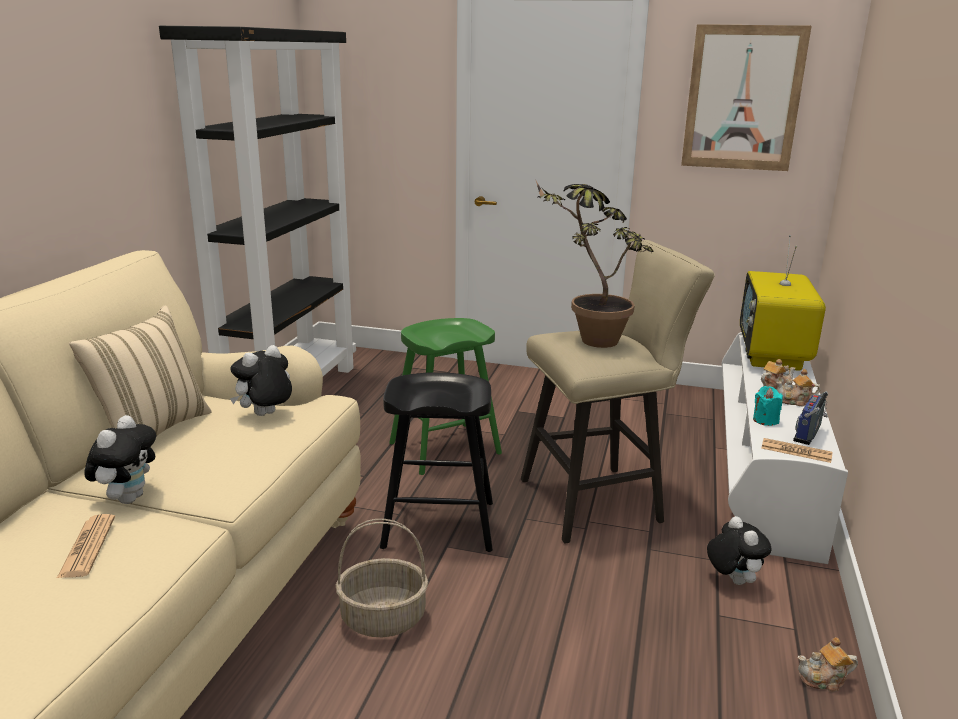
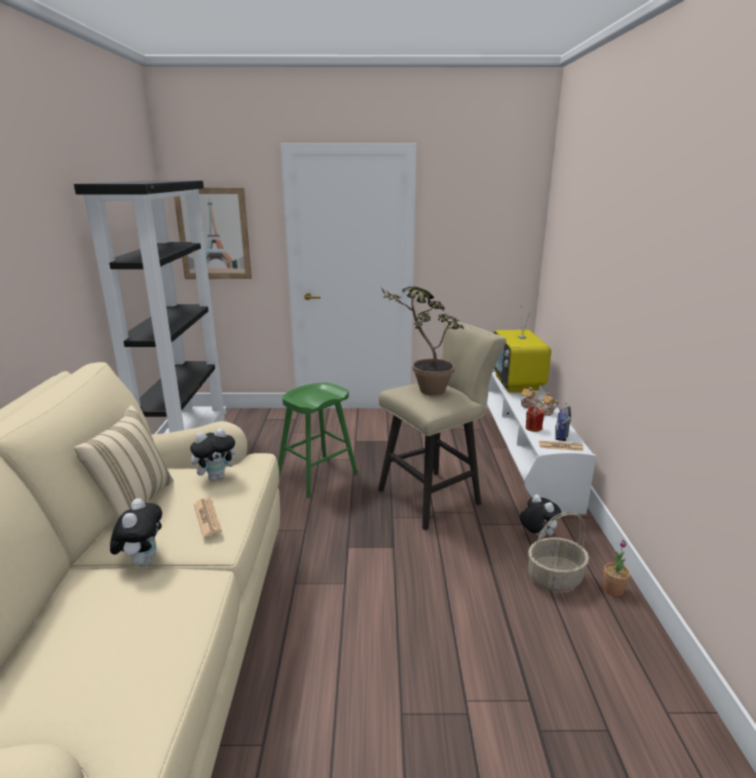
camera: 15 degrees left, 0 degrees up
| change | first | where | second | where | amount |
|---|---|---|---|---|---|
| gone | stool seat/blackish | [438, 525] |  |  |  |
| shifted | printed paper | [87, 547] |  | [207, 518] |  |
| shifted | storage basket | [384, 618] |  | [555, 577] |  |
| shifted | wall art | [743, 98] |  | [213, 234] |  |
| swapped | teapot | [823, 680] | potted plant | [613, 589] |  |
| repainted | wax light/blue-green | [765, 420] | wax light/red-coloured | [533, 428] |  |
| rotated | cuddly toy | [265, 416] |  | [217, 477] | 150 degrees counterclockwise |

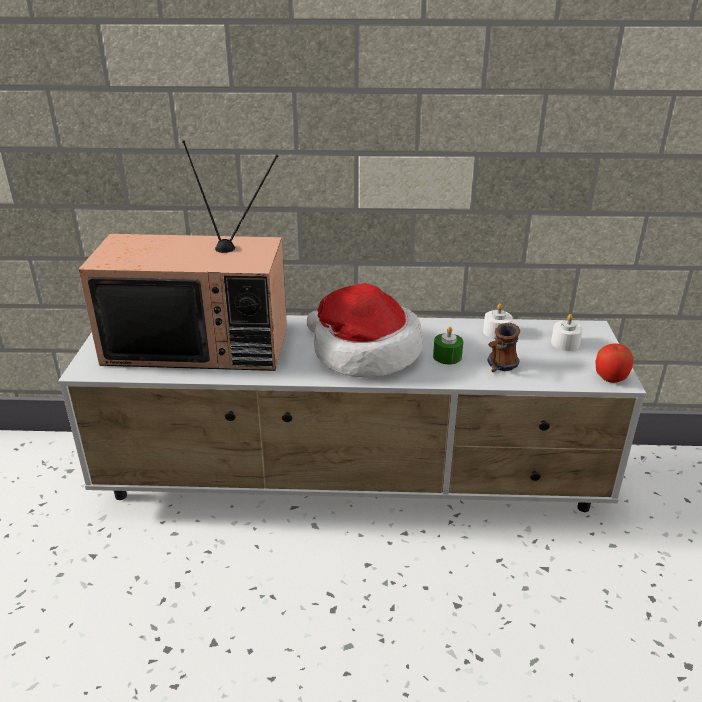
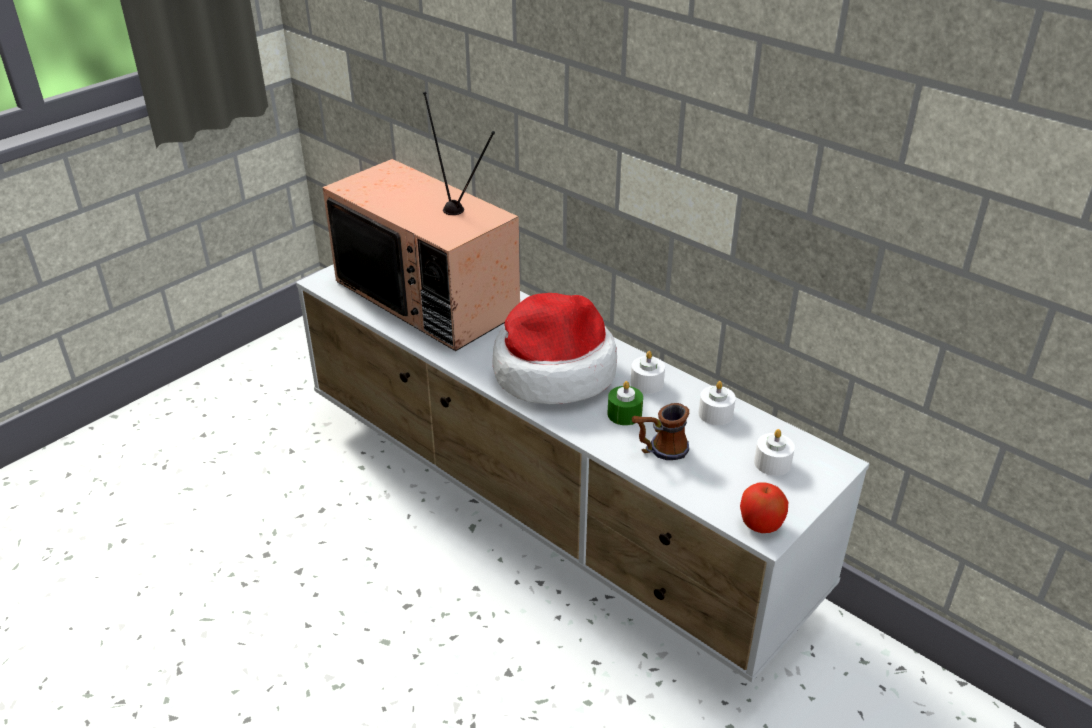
camera: 40 degrees right, 5 degrees up
| change | first | where | second | where | amount |
|---|---|---|---|---|---|
| new |  |  | wax light/whitish | [647, 383] |  |

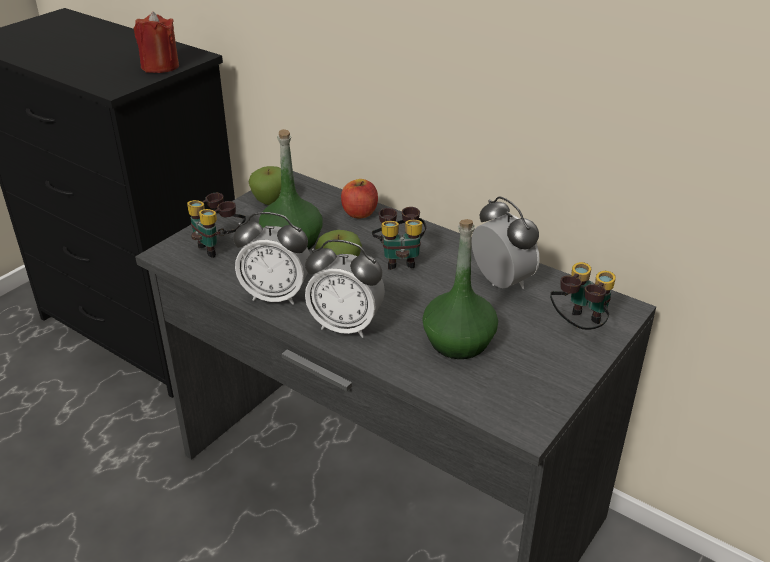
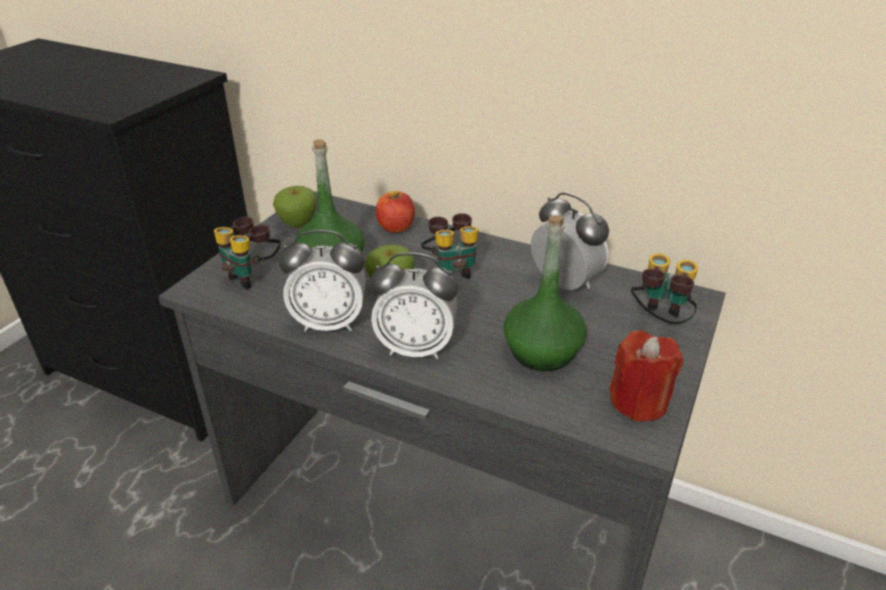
camera: 10 degrees left, 0 degrees up
| change | first | where | second | where | amount |
|---|---|---|---|---|---|
| shifted | wax light/red-coloured | [160, 66] |  | [639, 401] |  |

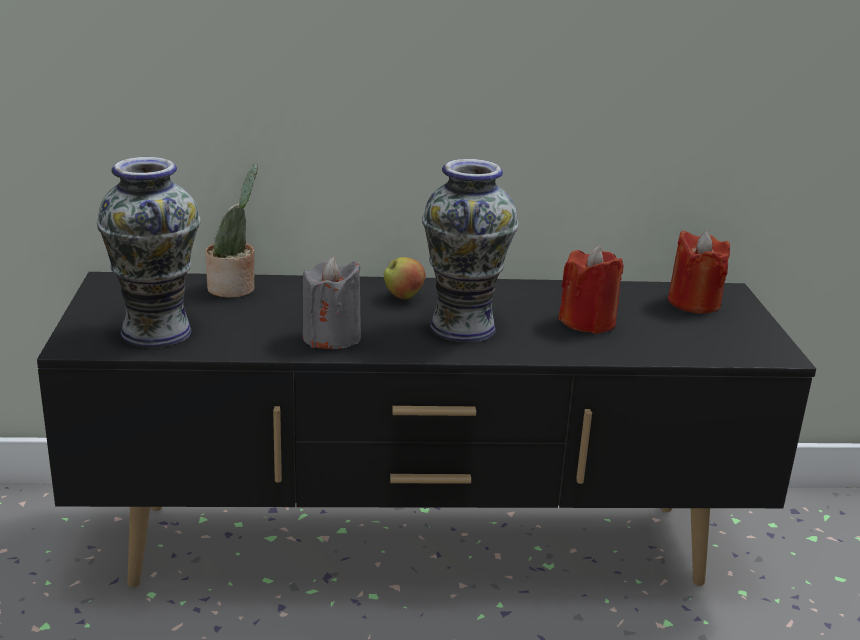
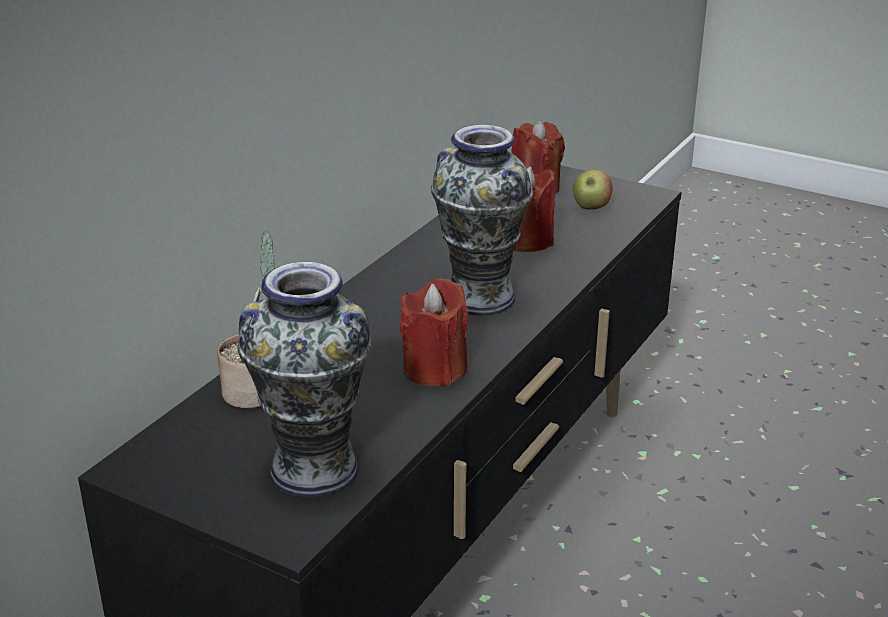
camera: 55 degrees left, 5 degrees up
| change | first | where | second | where | amount |
|---|---|---|---|---|---|
| shifted | whole apple | [404, 297] |  | [591, 207] |  |
| repainted | wax light/gray | [331, 337] | wax light/red-coloured | [435, 369] |  |

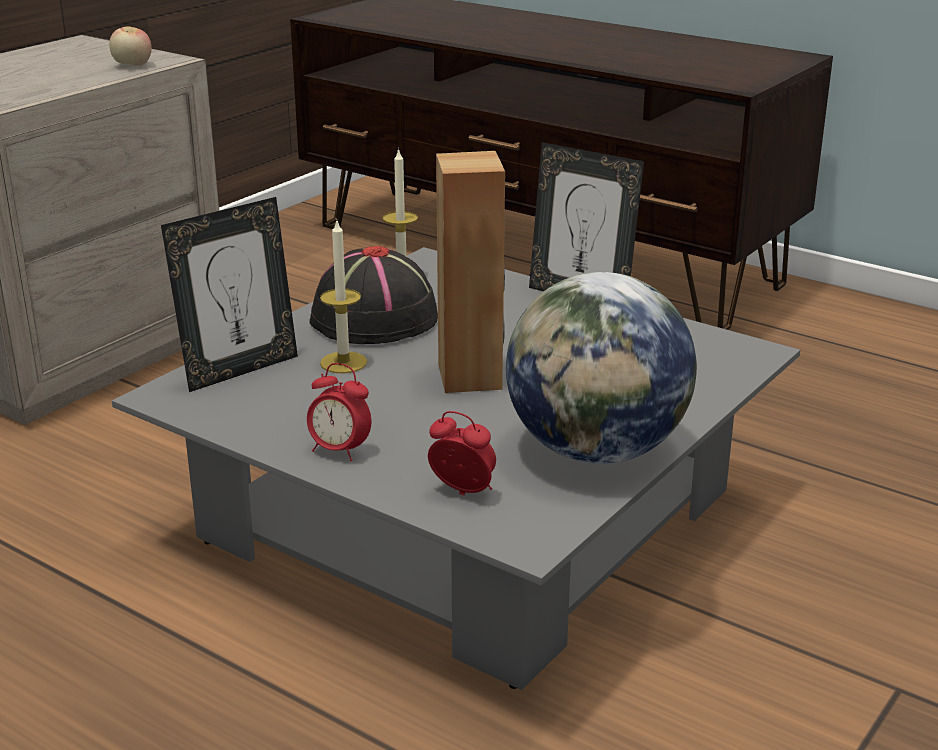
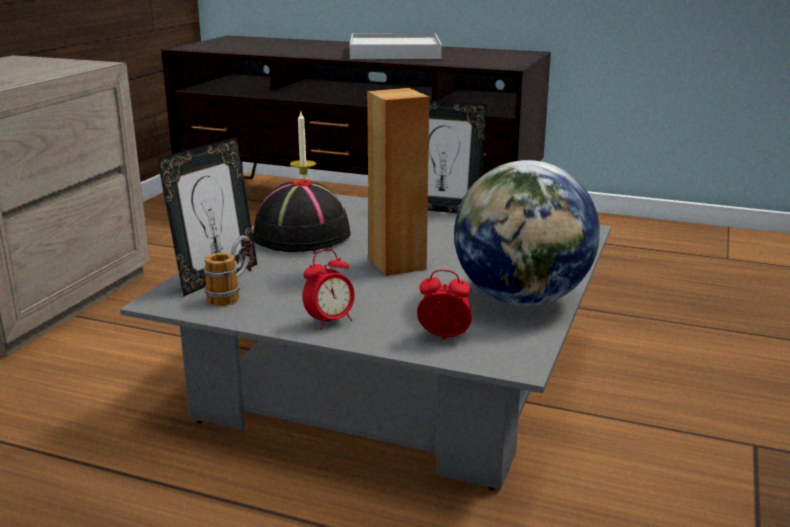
camera: 15 degrees left, 5 degrees down
| change | first | where | second | where | amount |
|---|---|---|---|---|---|
| gone | whole apple | [132, 65] |  |  |  |
| gone | wax light | [343, 362] |  |  |  |
| new |  |  | mug | [233, 294] |  |
| new |  |  | serving tray/whitish | [394, 52] |  |
| rotated | bedside clock | [339, 451] |  | [330, 321] | 45 degrees counterclockwise |

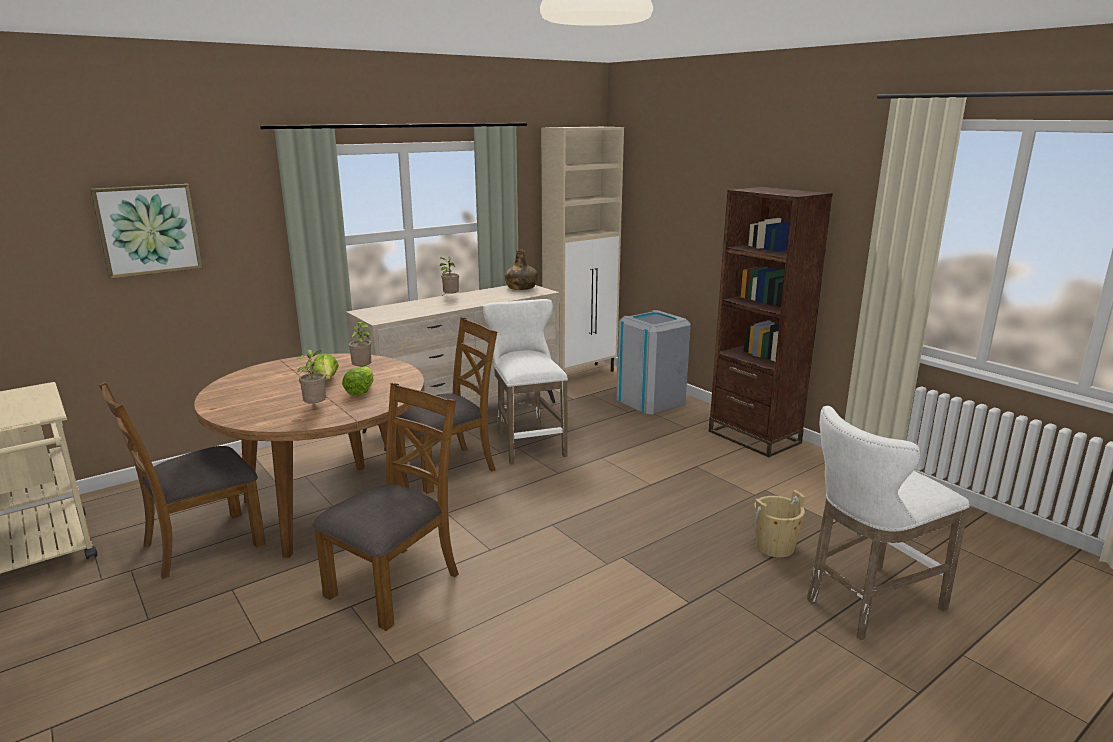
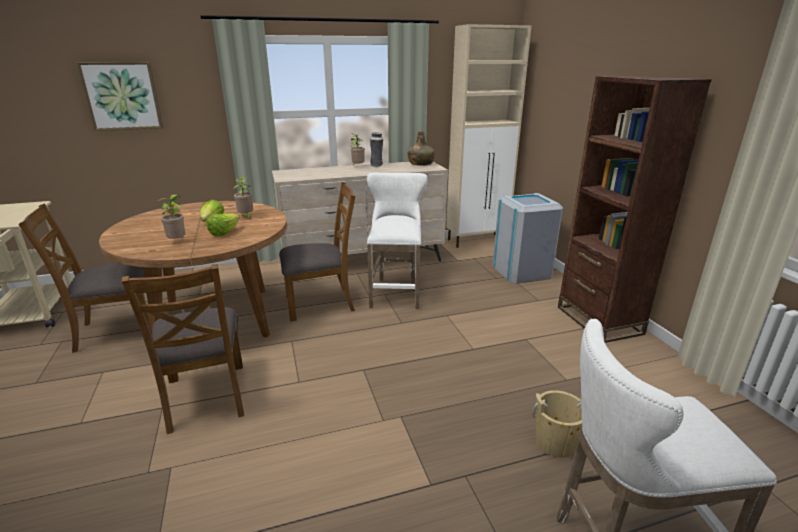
camera: 20 degrees right, 5 degrees up
| change | first | where | second | where | amount |
|---|---|---|---|---|---|
| new |  |  | vase | [377, 165] |  |
| rotated | chair/brownish | [395, 584] |  | [206, 396] | 105 degrees clockwise |

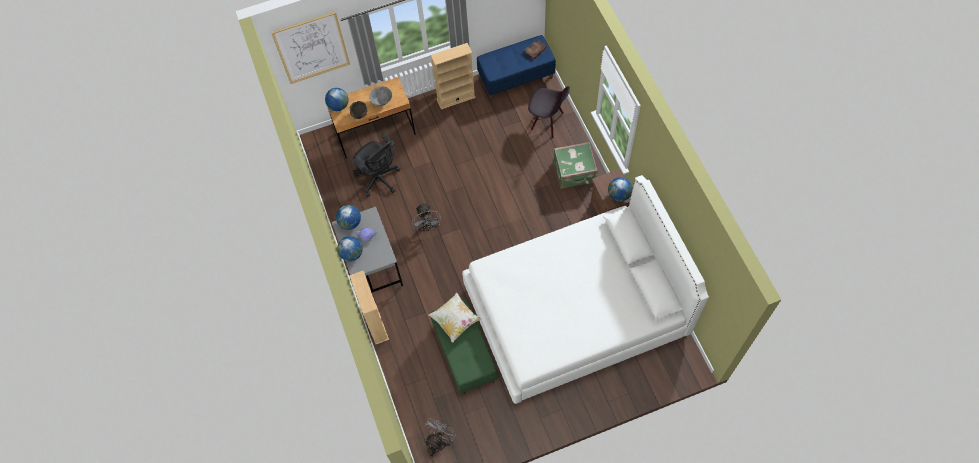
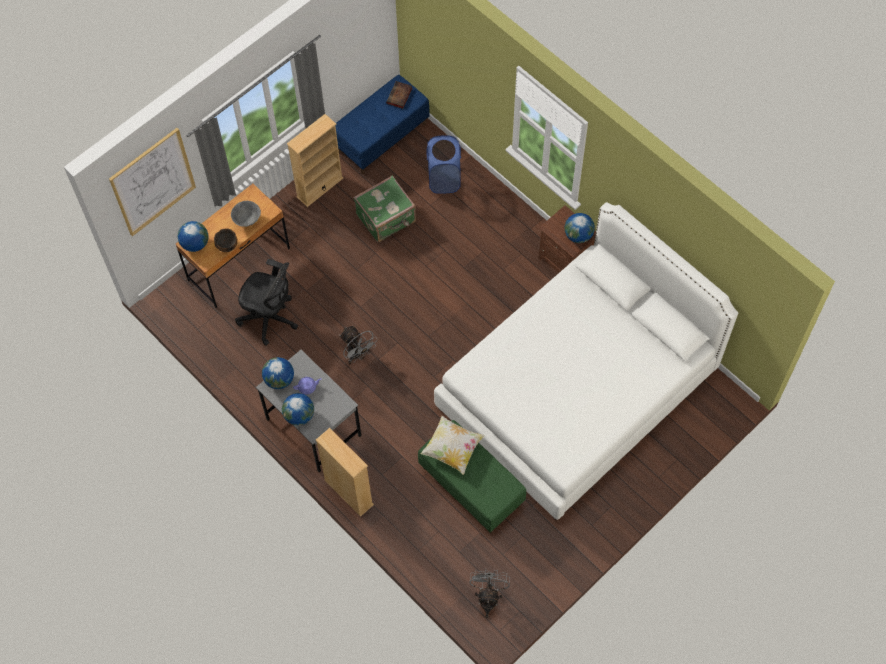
camera: 25 degrees left, 0 degrees up
| change | first | where | second | where | amount |
|---|---|---|---|---|---|
| shifted | piece of luggage/green | [574, 173] |  | [386, 219] |  |
| swapped | chair/blackish | [547, 122] | washing basket/blue | [444, 179] |  |

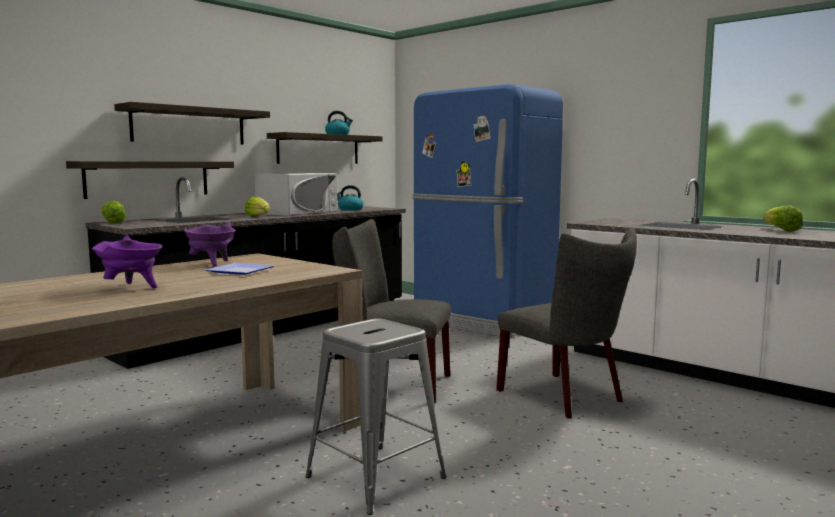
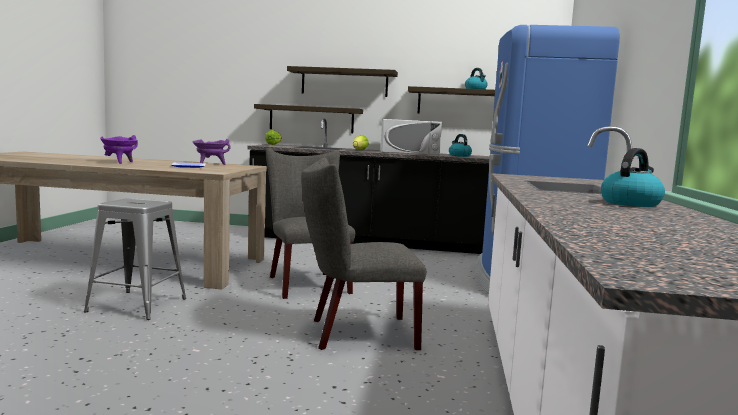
camera: 55 degrees right, 0 degrees up
| change | first | where | second | where | amount |
|---|---|---|---|---|---|
| swapped | lettuce head | [781, 230] | water kettle | [630, 203] |  |
| rotated | chair/gray | [566, 397] |  | [356, 333] | 60 degrees clockwise |

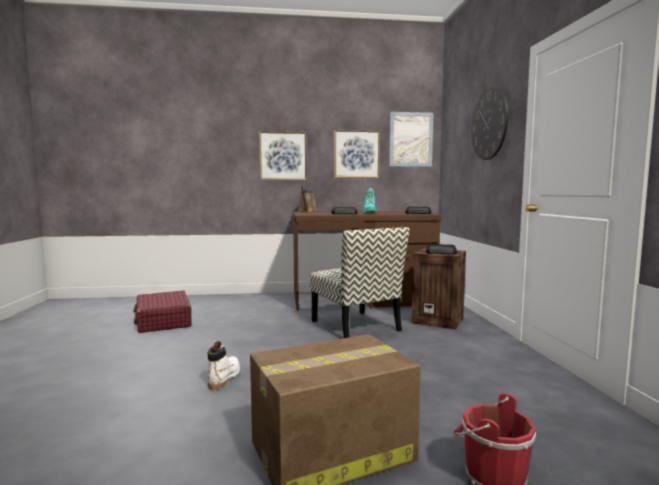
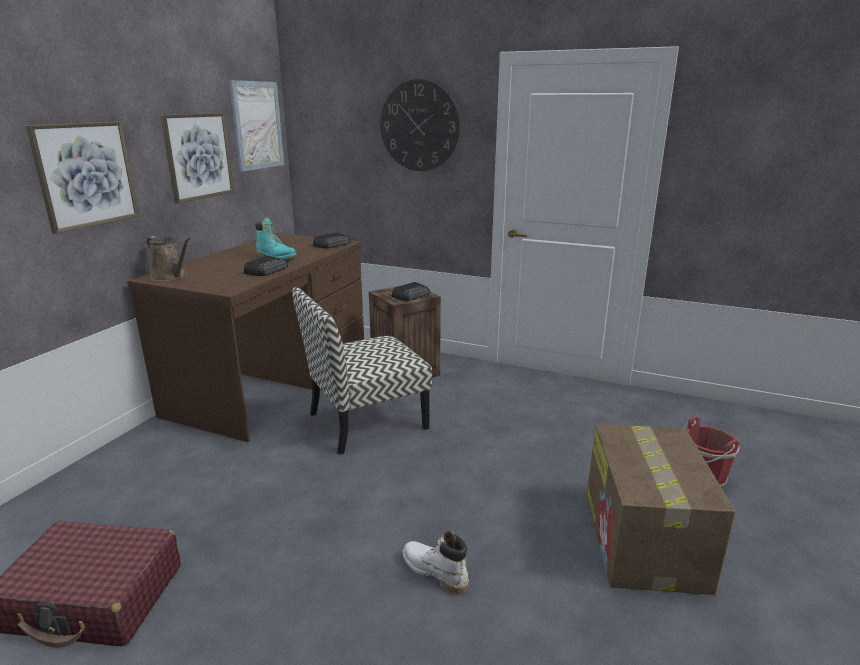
camera: 60 degrees left, 15 degrees up
| change | first | where | second | where | amount |
|---|---|---|---|---|---|
| rotated | chair | [356, 326] |  | [366, 421] | 150 degrees clockwise |

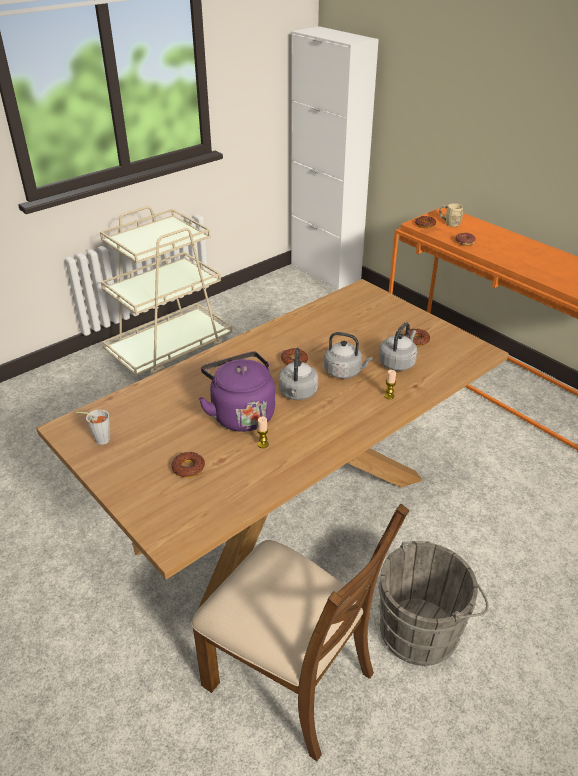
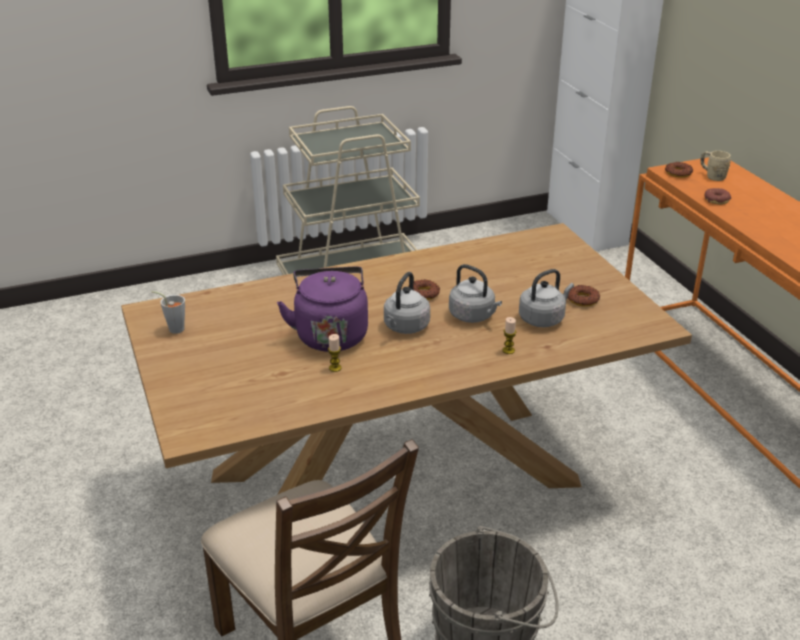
camera: 20 degrees right, 5 degrees down
| change | first | where | second | where | amount |
|---|---|---|---|---|---|
| gone | ring doughnut | [188, 468] |  |  |  |

